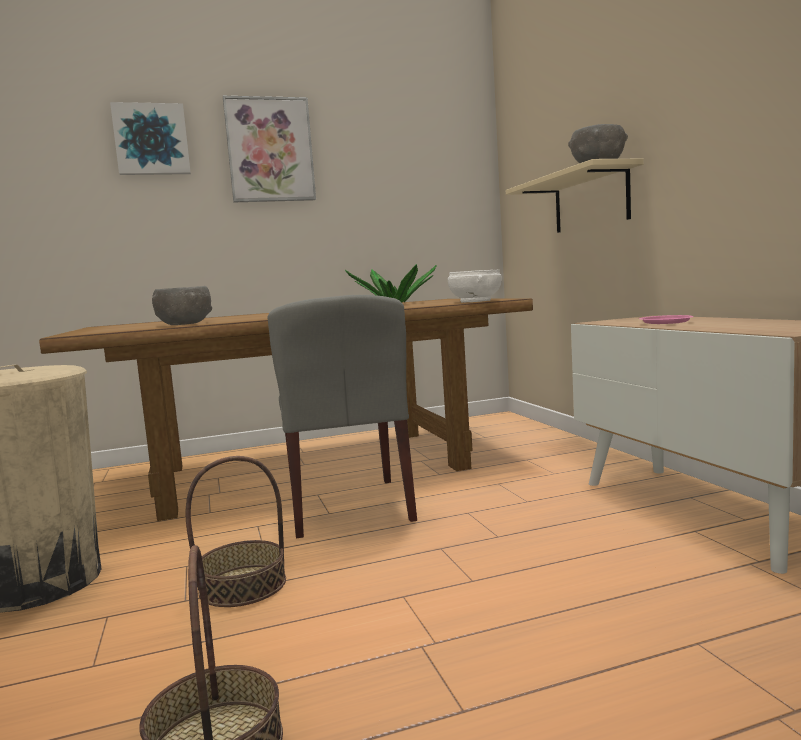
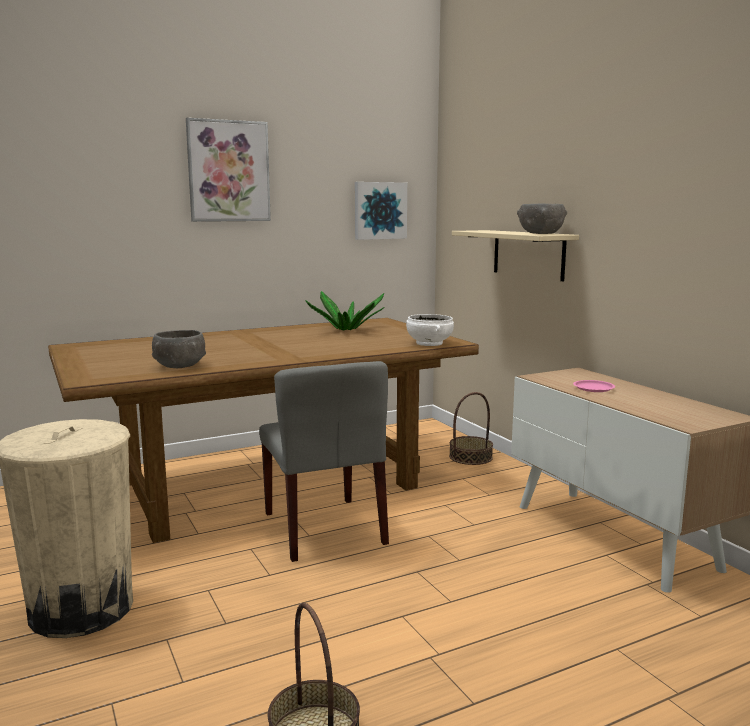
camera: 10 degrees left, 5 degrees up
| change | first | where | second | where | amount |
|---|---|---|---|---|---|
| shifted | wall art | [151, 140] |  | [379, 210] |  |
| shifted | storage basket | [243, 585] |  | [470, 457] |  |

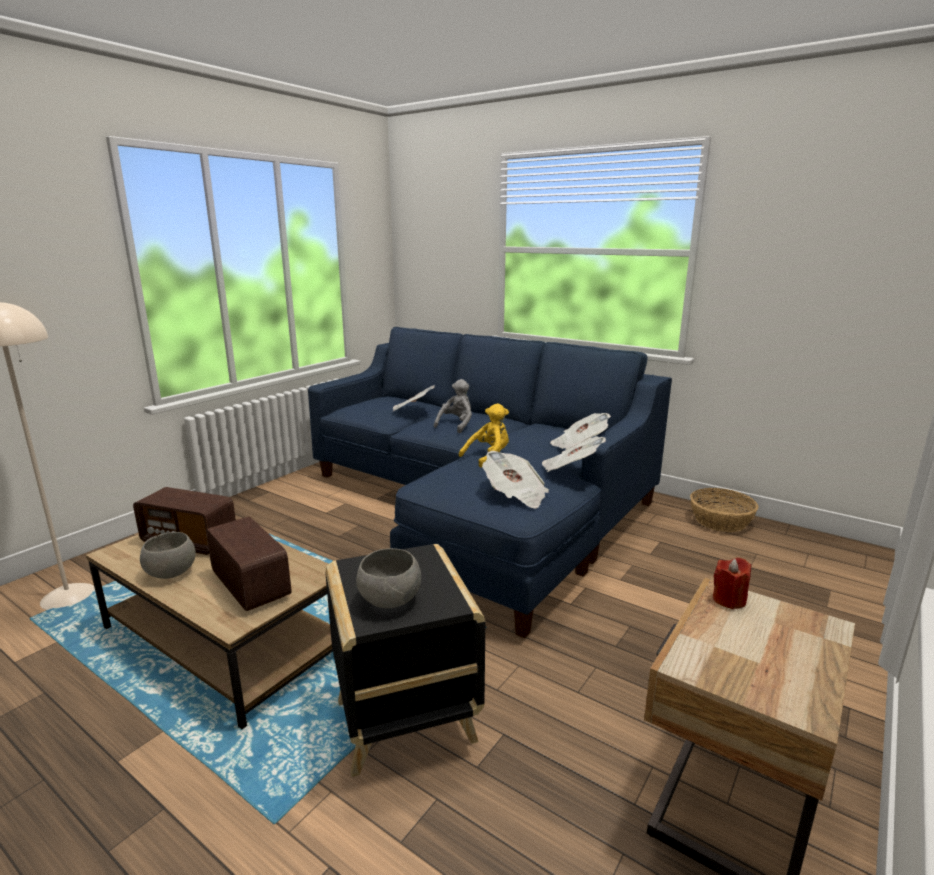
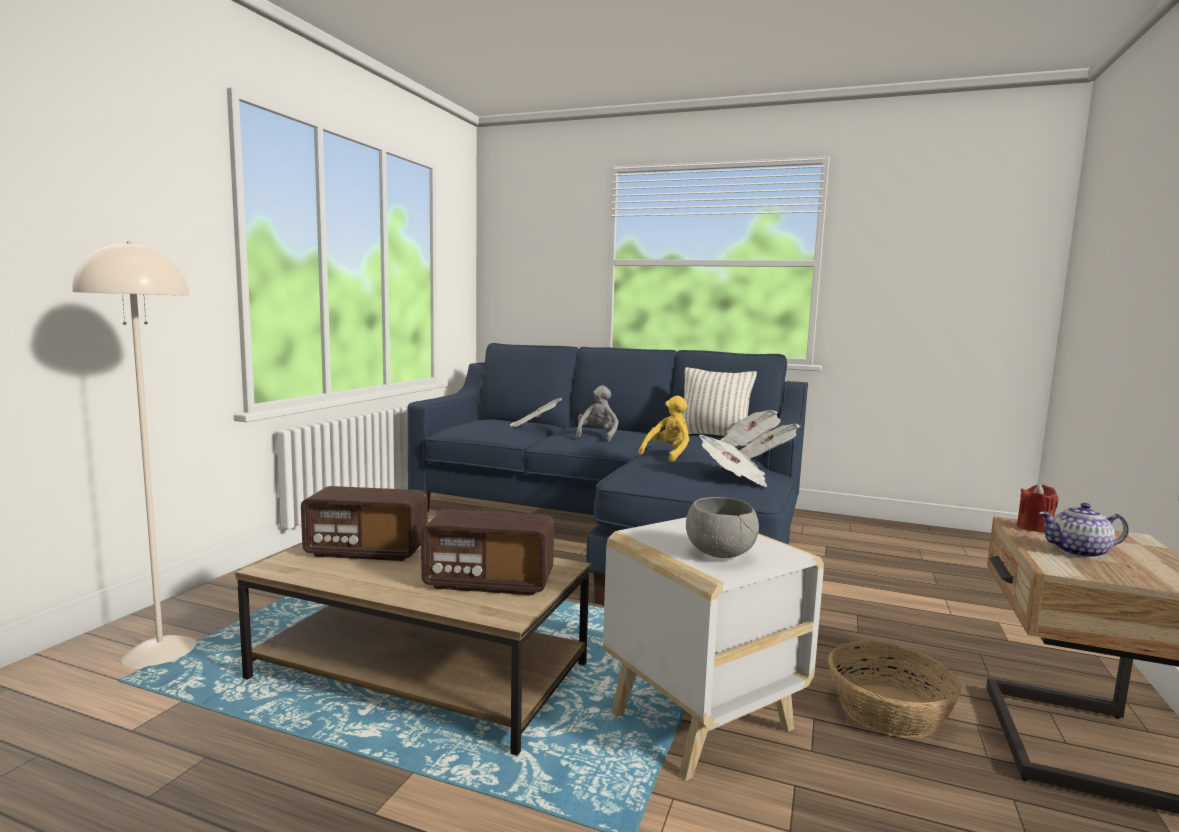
camera: 15 degrees left, 10 degrees down
| change | first | where | second | where | amount |
|---|---|---|---|---|---|
| gone | serving bowl/gray | [170, 573] |  |  |  |
| new |  |  | pillow | [713, 436] |  |
| new |  |  | teapot | [1079, 552] |  |
| shifted | storage basket | [721, 521] |  | [889, 710] |  |
| repainted | side table/blackish | [403, 722] | side table/whitish | [699, 723] |  |
| rotated | radio receiver | [250, 586] |  | [489, 582] | 150 degrees clockwise |

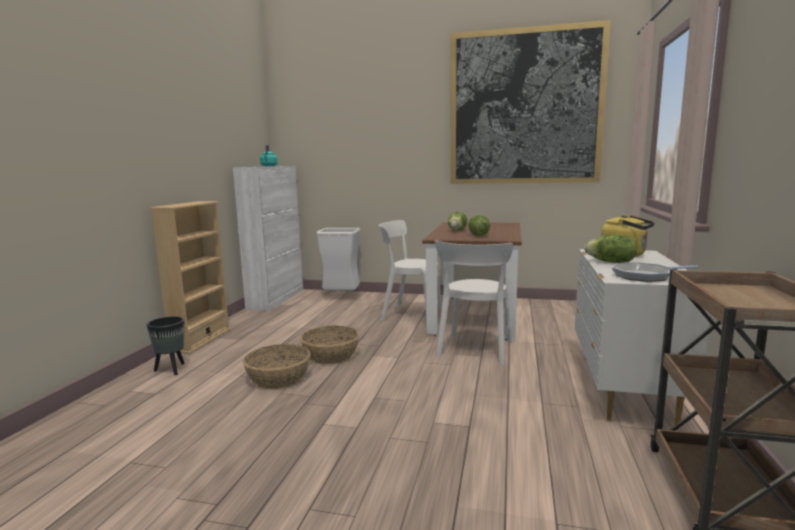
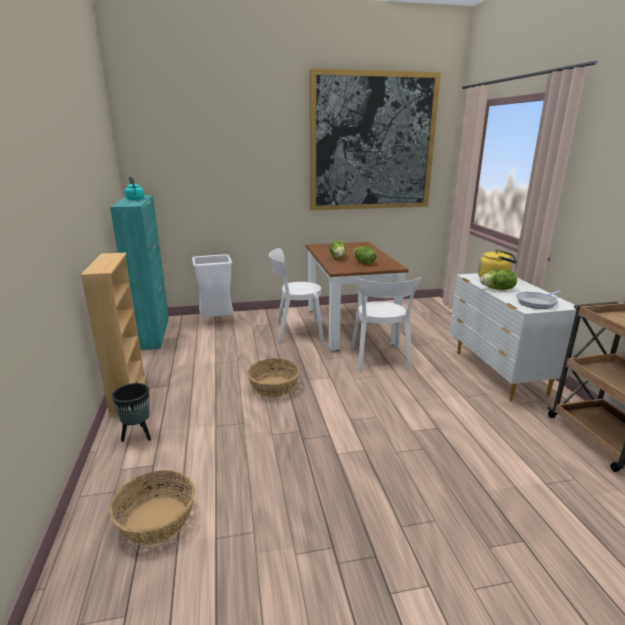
camera: 25 degrees left, 10 degrees up
| change | first | where | second | where | amount |
|---|---|---|---|---|---|
| shifted | storage basket | [278, 378] |  | [156, 520] |  |
| repainted | cabinet/whitish | [276, 299] | cabinet/blue-green | [153, 332] |  |

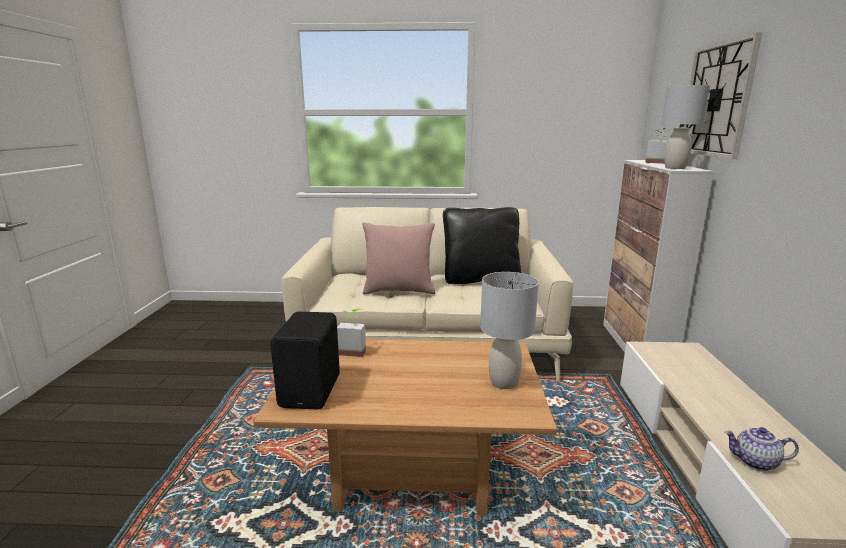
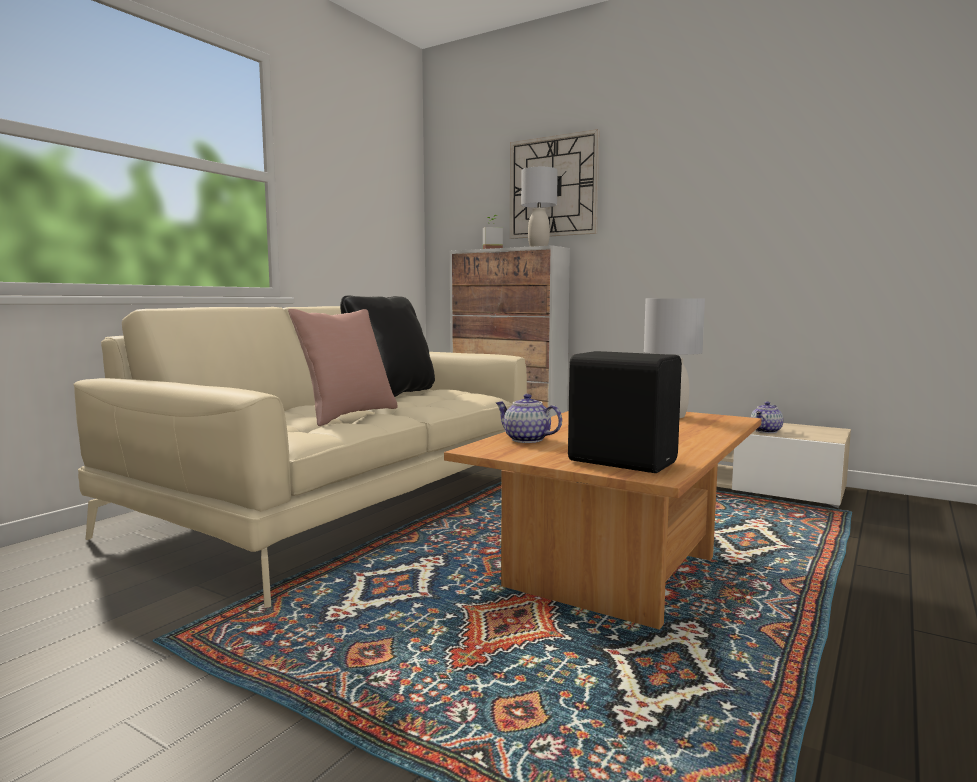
camera: 60 degrees left, 10 degrees down
| change | first | where | second | where | amount |
|---|---|---|---|---|---|
| swapped | potted plant | [353, 350] | teapot | [526, 440] |  |

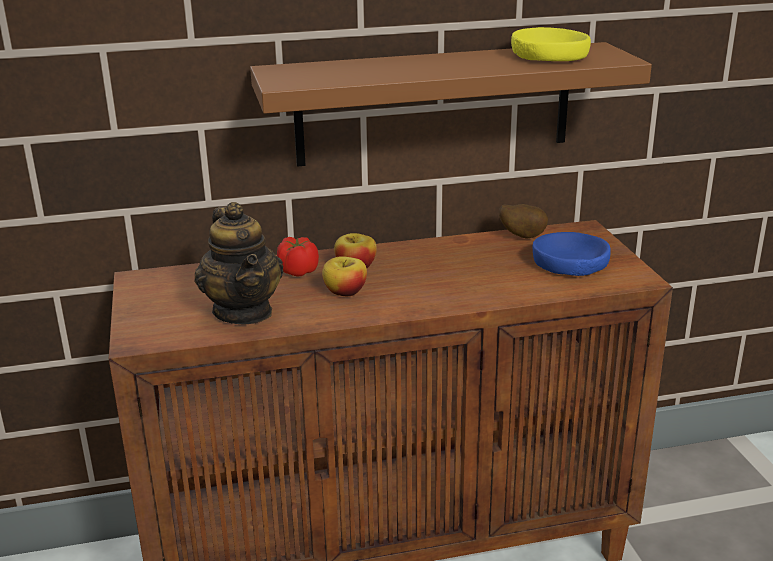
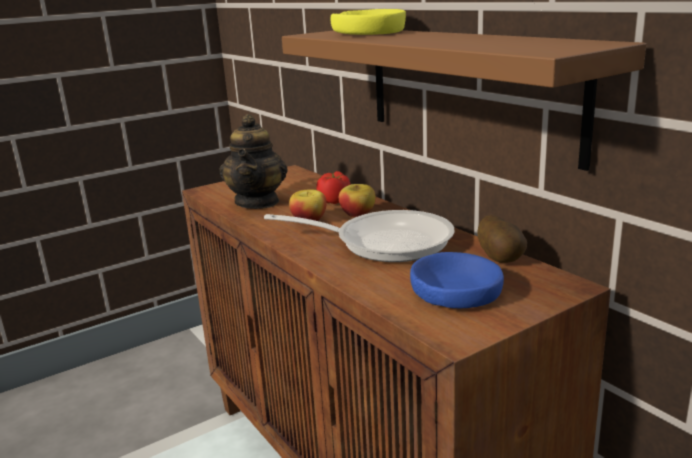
camera: 70 degrees right, 5 degrees down
| change | first | where | second | where | amount |
|---|---|---|---|---|---|
| new |  |  | frying pan | [384, 242] |  |
| shifted | serving bowl/yellowish | [549, 56] |  | [368, 33] |  |
| rotated | teapot | [243, 312] |  | [257, 202] | 45 degrees counterclockwise |

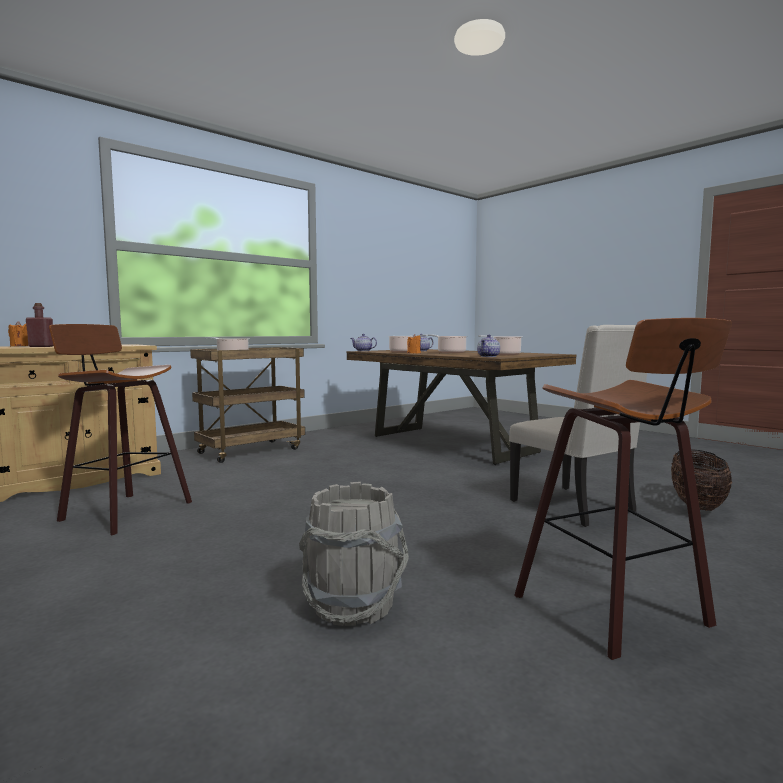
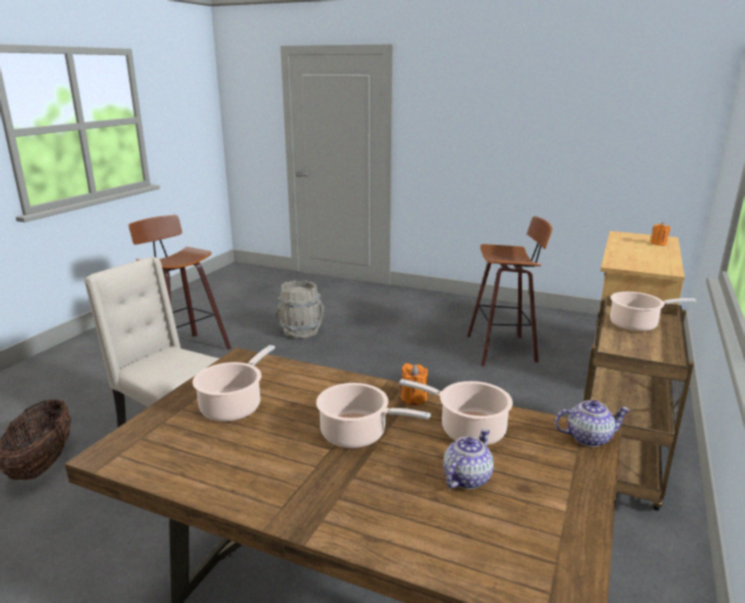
camera: 155 degrees right, 15 degrees up
| change | first | where | second | where | amount |
|---|---|---|---|---|---|
| gone | beverage bottle/red-coloured | [41, 346] |  |  |  |
| gone | teapot | [488, 356] |  |  |  |

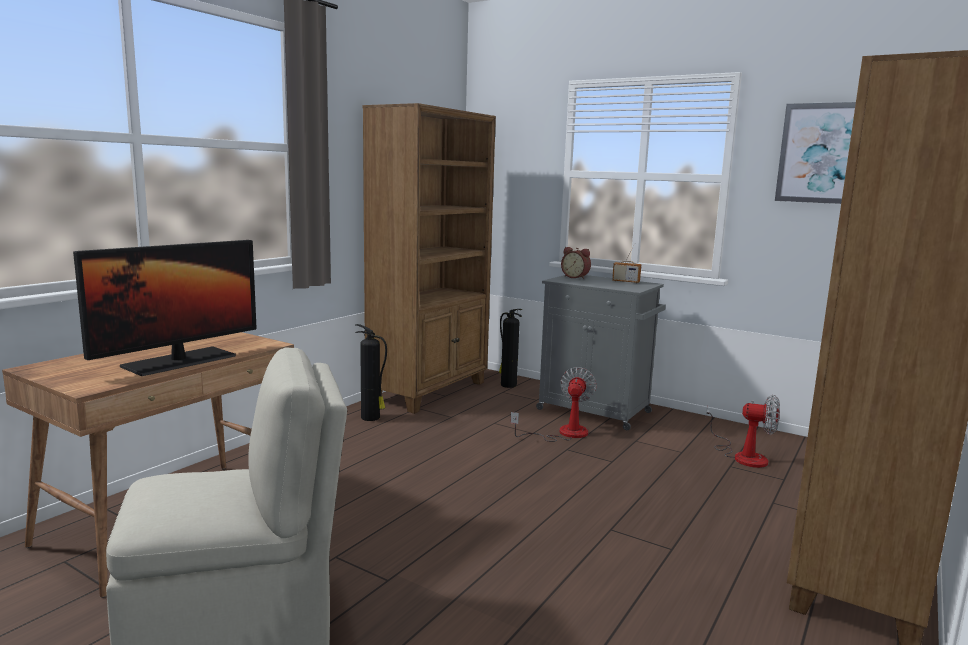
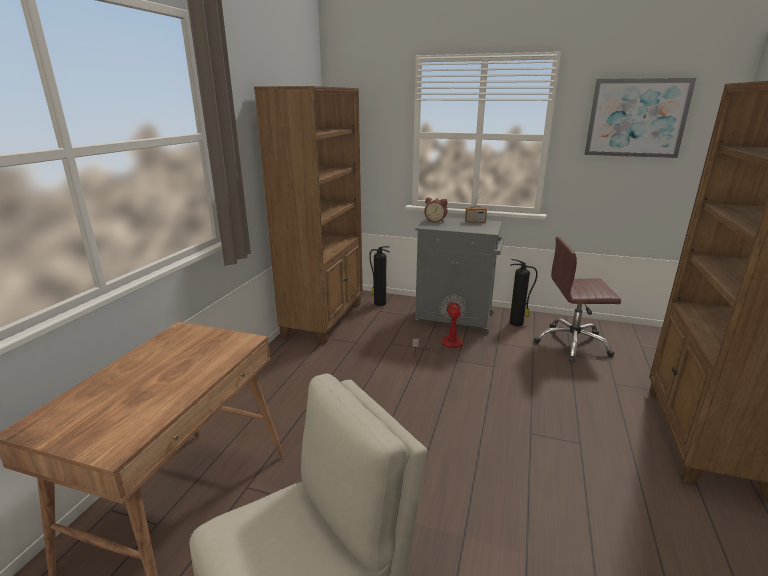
camera: 15 degrees left, 10 degrees up
| change | first | where | second | where | amount |
|---|---|---|---|---|---|
| gone | computer screen | [180, 361] |  |  |  |
| shifted | fire extinguisher | [371, 418] |  | [517, 323] |  |
| swapped | electric fan | [742, 456] | computer chair/brownish | [572, 344] |  |

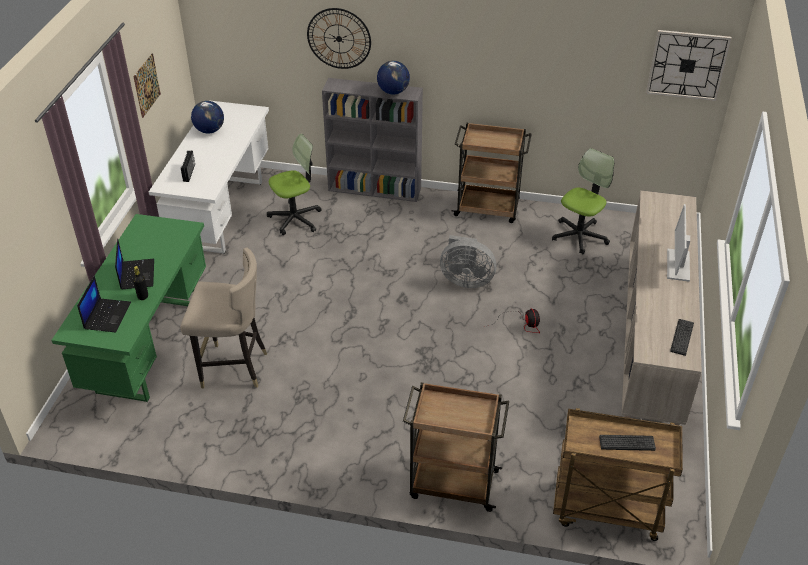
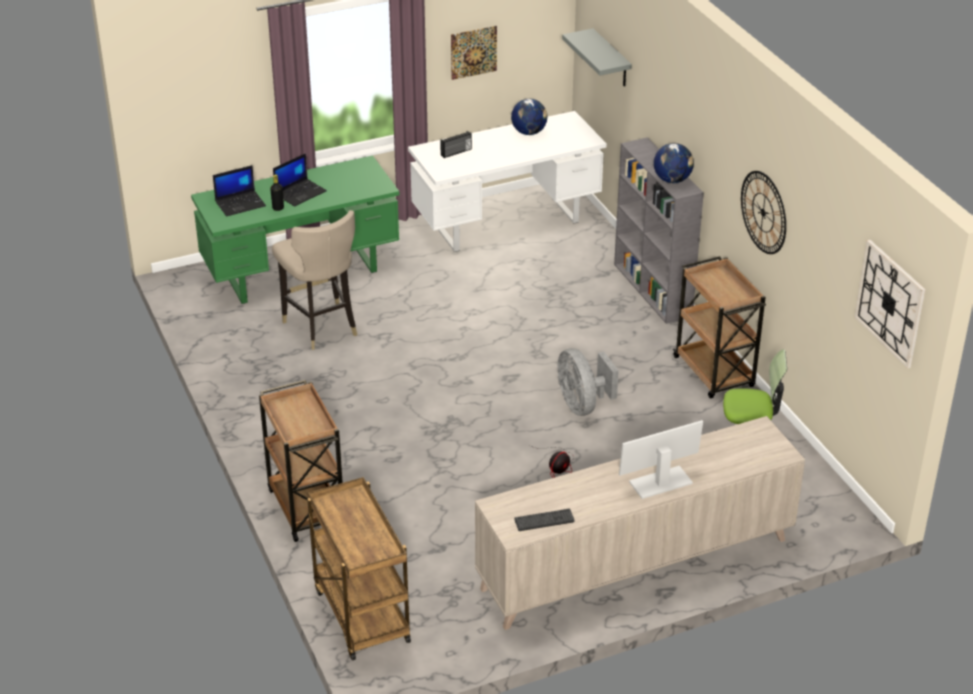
camera: 55 degrees right, 5 degrees down
| change | first | where | second | where | amount |
|---|---|---|---|---|---|
| gone | computer chair | [295, 219] |  |  |  |
| gone | computer keyboard | [627, 443] |  |  |  |
| new |  |  | bracket shelf/gray | [611, 59] |  |
| shifted | hanging clock | [339, 38] |  | [763, 212] |  |

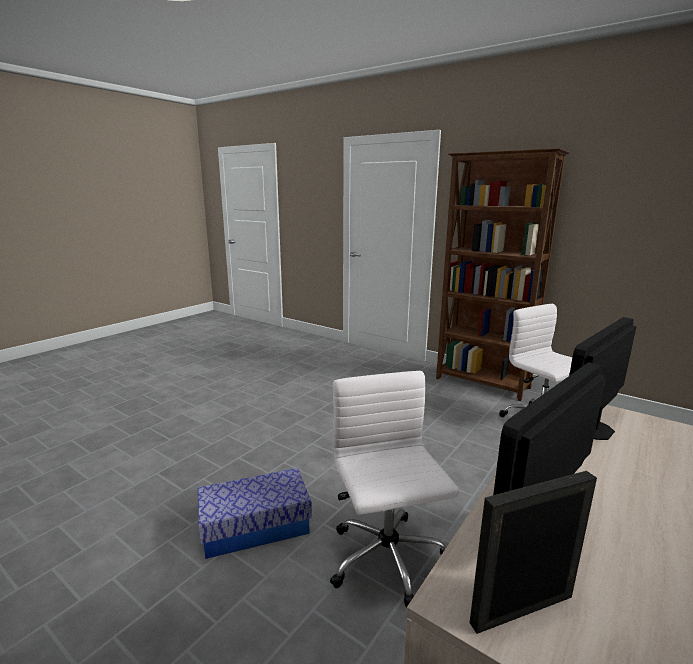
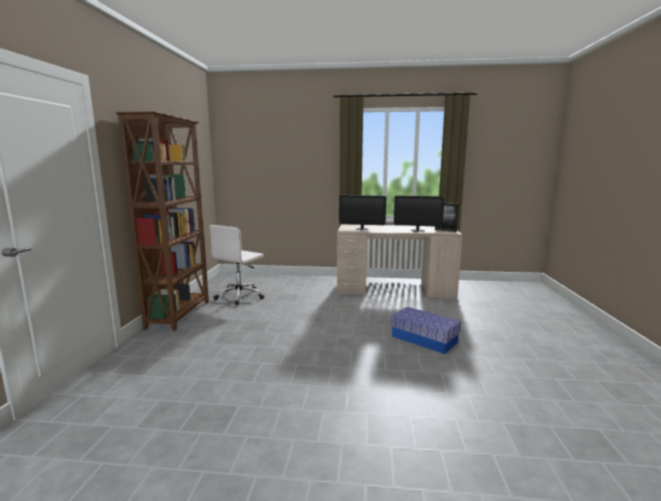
camera: 120 degrees left, 5 degrees down
| change | first | where | second | where | amount |
|---|---|---|---|---|---|
| gone | computer chair/whitish | [388, 559] |  |  |  |

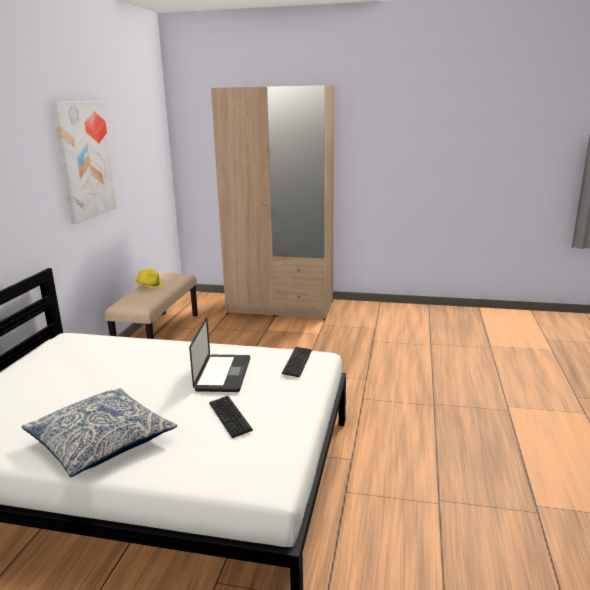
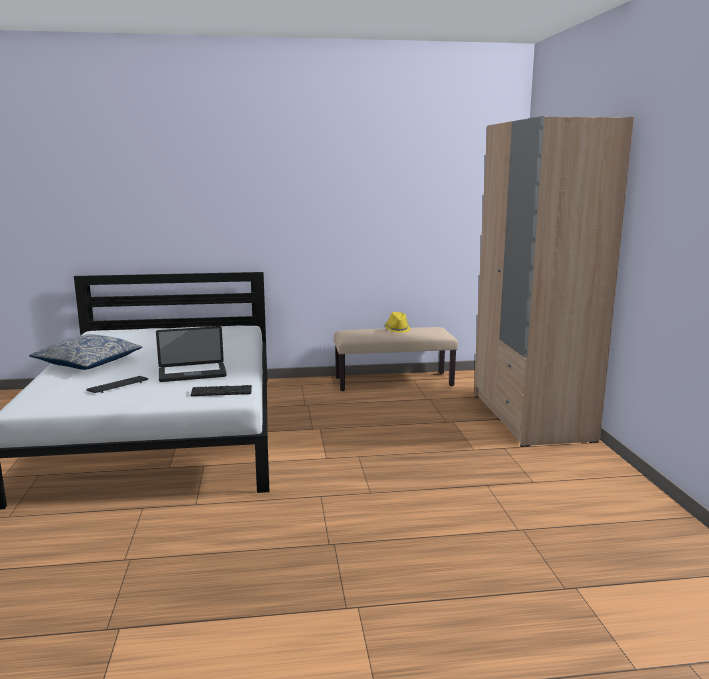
camera: 70 degrees right, 5 degrees down
| change | first | where | second | where | amount |
|---|---|---|---|---|---|
| gone | wall art | [85, 160] |  |  |  |

